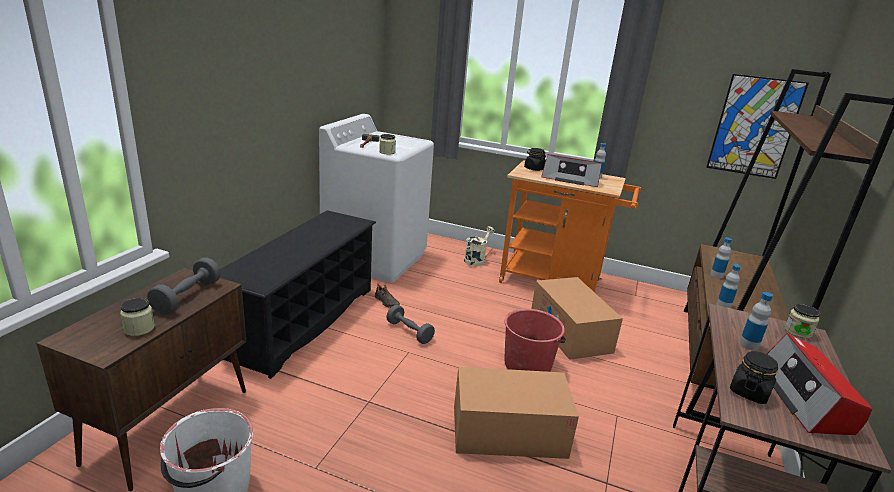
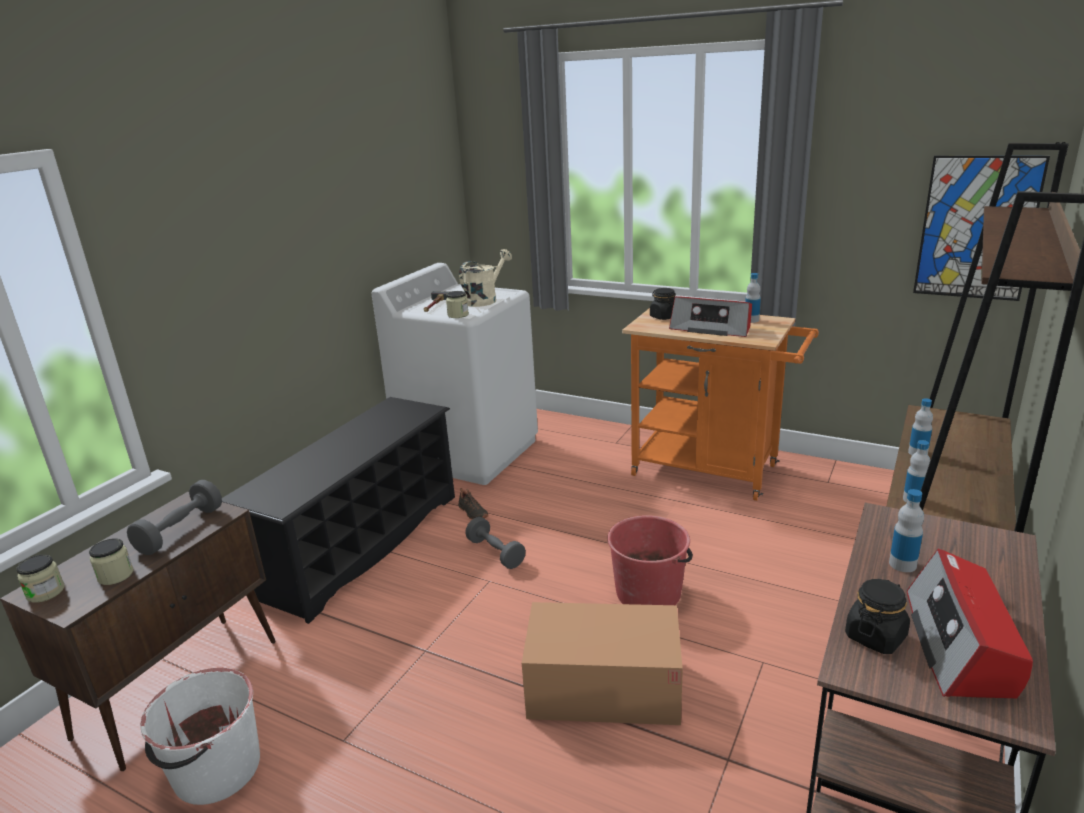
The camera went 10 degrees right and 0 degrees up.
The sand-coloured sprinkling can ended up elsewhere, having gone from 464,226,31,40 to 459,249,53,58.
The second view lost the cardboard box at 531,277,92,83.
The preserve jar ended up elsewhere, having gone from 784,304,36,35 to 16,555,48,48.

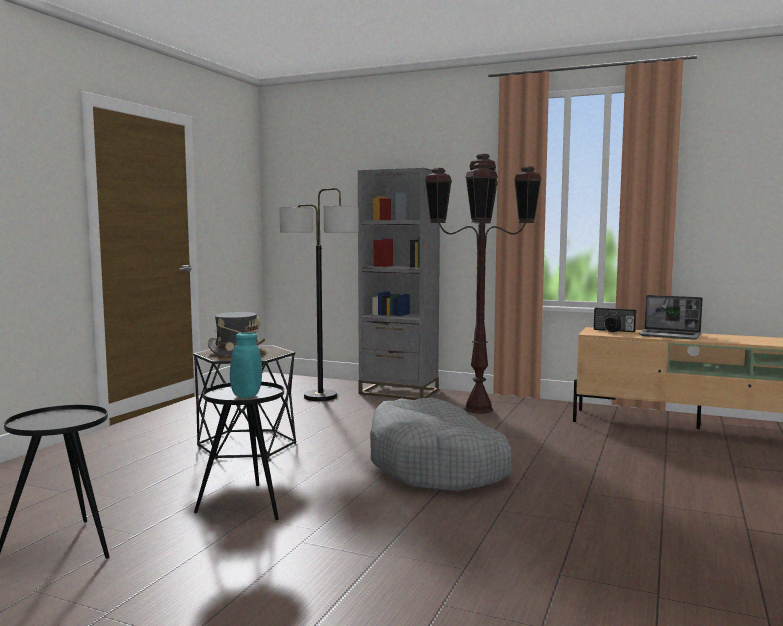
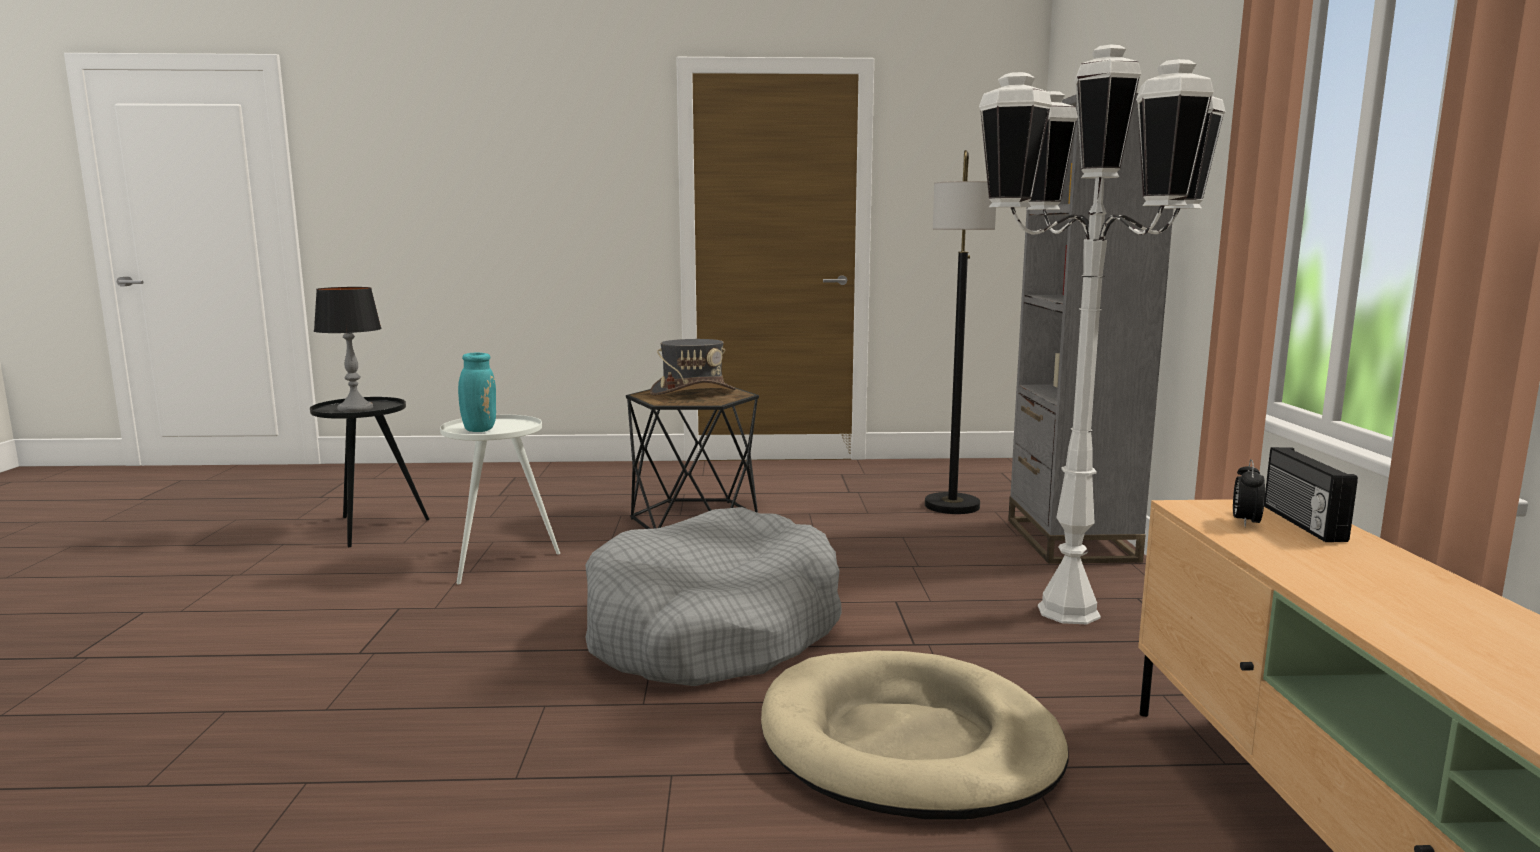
The camera went 65 degrees right and 5 degrees up.
What was the brown-coloured floor lamp at 425,154,116,260 turned into the white floor lamp at 979,44,247,580.
The second view lost the notebook computer at 639,295,64,45.
What was the black-coloured end table at 194,382,90,138 turned into the white end table at 440,415,120,169.
The second view gained the lamp for a table at 314,287,68,125.
The second view gained the sand-coloured dog bed at 761,651,308,168.

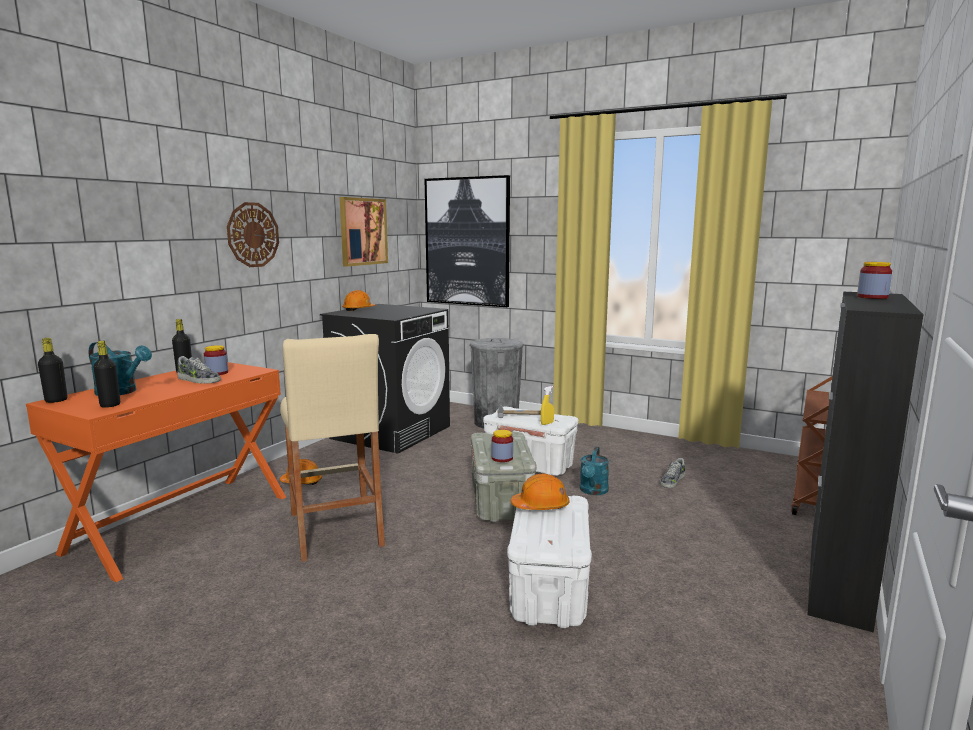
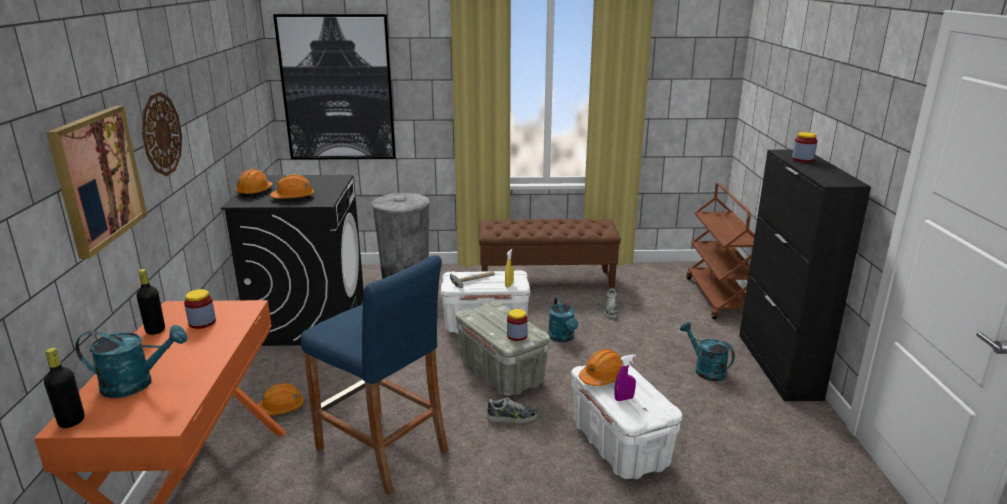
The camera went 30 degrees left and 10 degrees up.
The wall art ended up elsewhere, having gone from 340,197,48,70 to 46,106,101,153.
What was the sand-coloured sitting stool at 280,334,105,228 turned into the blue-coloured sitting stool at 301,255,148,241.
The second view lost the black-coloured bottle at 93,341,27,67.
The item of footwear ended up elsewhere, having gone from 177,356,44,28 to 487,398,51,25.
The second view gained the orange hard hat at 270,174,44,25.
The second view gained the brown-coloured long seat at 479,218,142,71.
The second view gained the turquoise-coloured sprinkling can at 680,322,55,59.
The second view gained the purple spray bottle at 614,354,22,47.

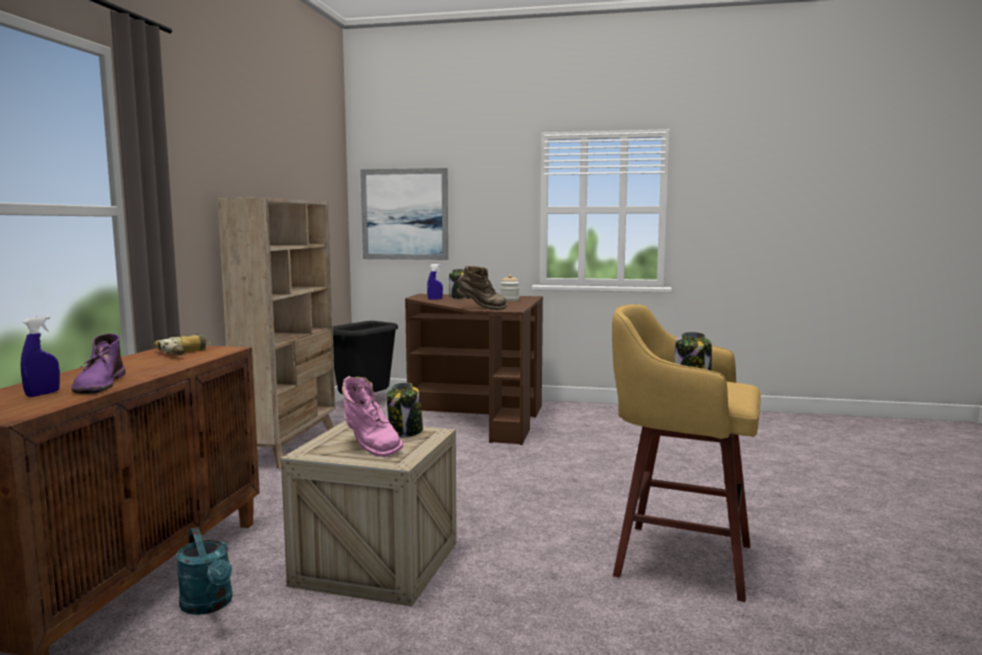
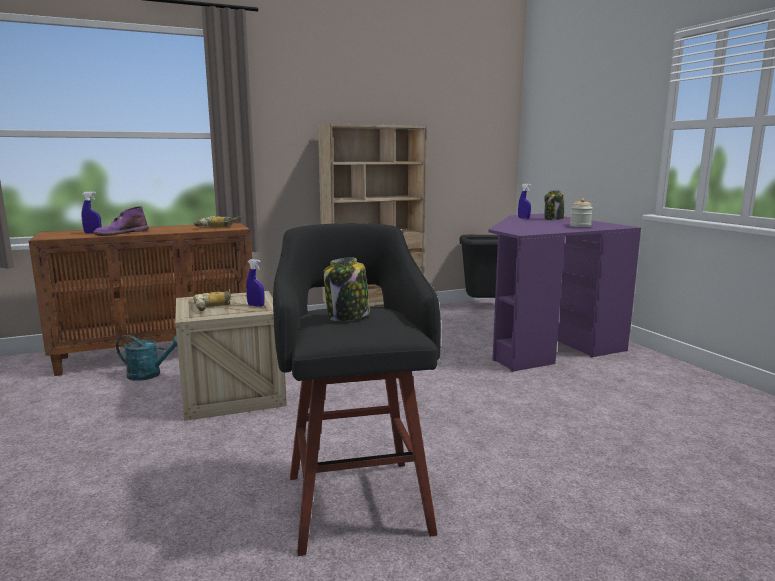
The camera went 55 degrees right and 5 degrees up.
The second view lost the wall art at 360,168,88,92.
The second view lost the brown-coloured tall boot at 457,266,50,44.
What was the brown-coloured desk unit at 405,294,138,151 turned into the purple desk unit at 488,214,153,158.
What was the yellow-coloured sitting stool at 612,304,149,298 turned into the black-coloured sitting stool at 273,223,168,333.
Where the pinkish tall boot stood at 342,376,61,81, the drill came to stand at 193,289,38,22.
Where the preserve jar stood at 387,383,36,55, the blue-coloured spray bottle came to stand at 246,259,19,48.
The turquoise-coloured sprinkling can at 176,527,56,88 ended up facing another way, 105 degrees counterclockwise from before.

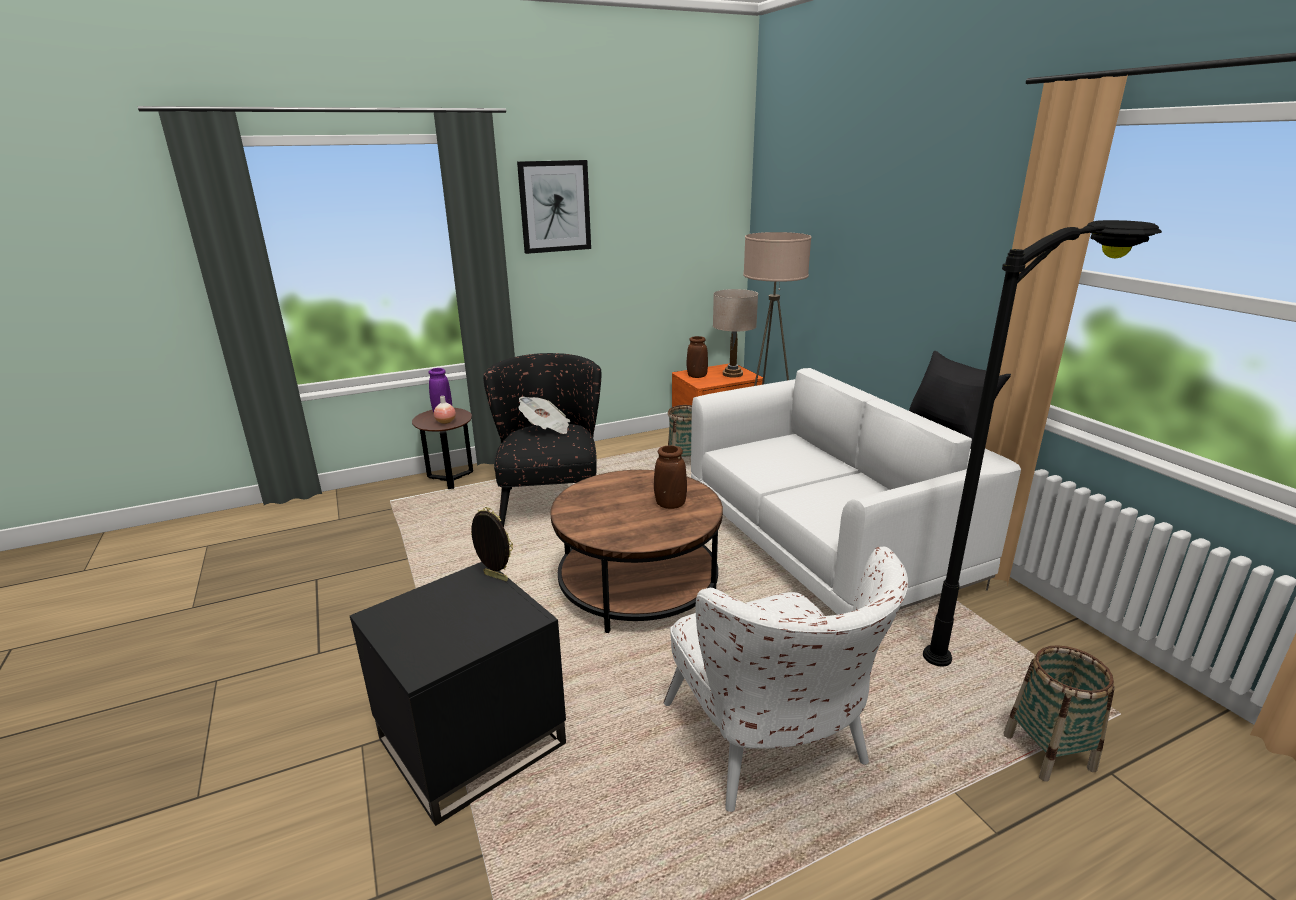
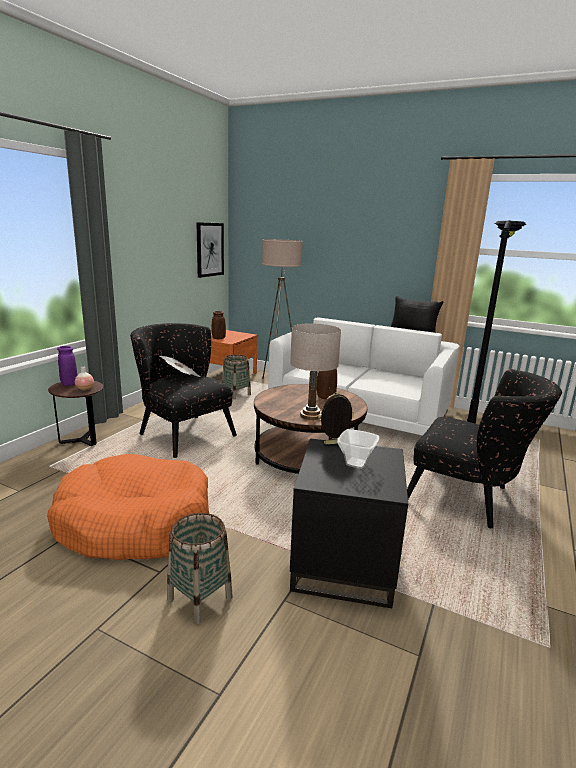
The camera went 40 degrees left and 5 degrees down.
The wall art ended up elsewhere, having gone from 517,160,74,94 to 196,222,28,56.
The sand-coloured lamp for a table ended up elsewhere, having gone from 713,289,45,89 to 290,323,51,97.
What was the white easy chair at 664,547,244,265 turned into the black-coloured easy chair at 407,369,155,159.
The household basket ended up elsewhere, having gone from 1003,646,112,136 to 167,513,66,111.
The second view gained the deep dish at 337,429,42,40.
The second view gained the orange dog bed at 47,454,162,106.

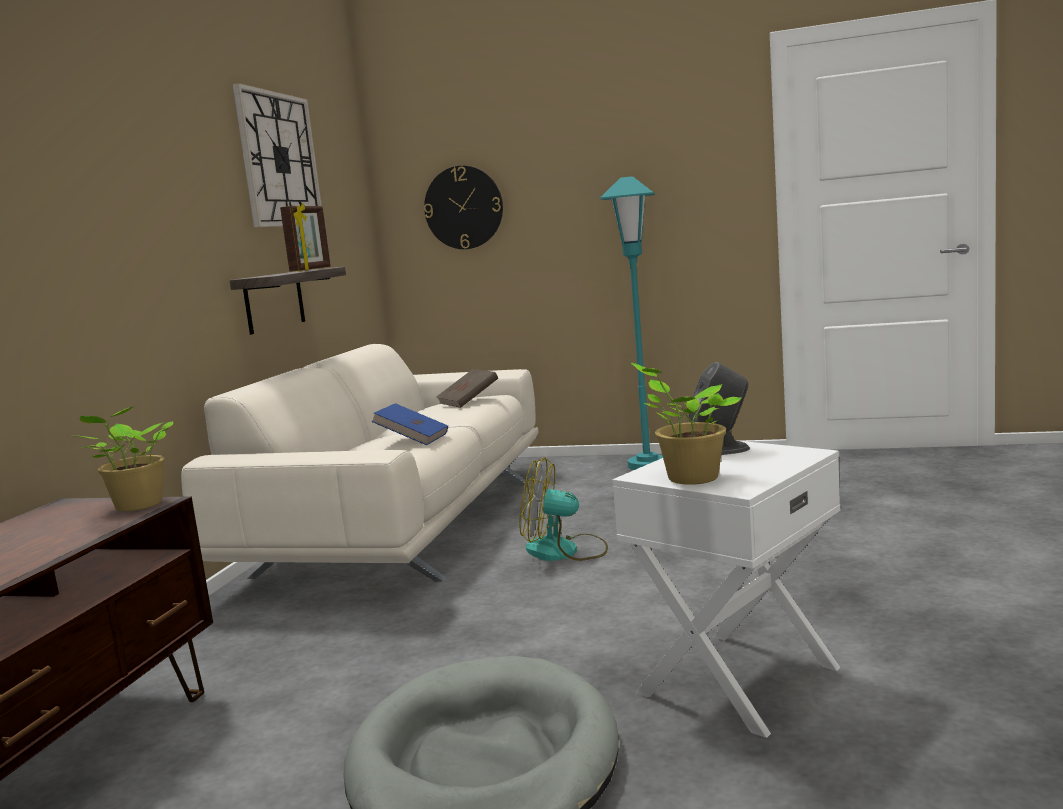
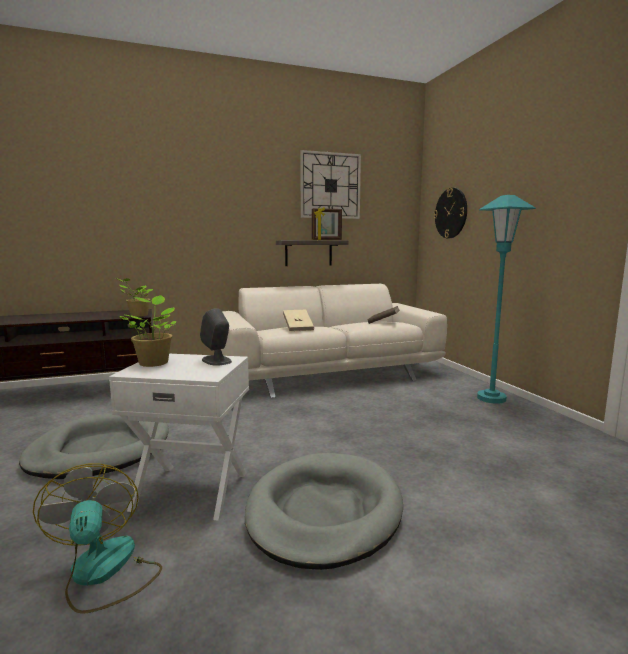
The camera went 55 degrees right and 0 degrees up.
What was the blue-coloured volume at 371,403,77,42 turned into the sand-coloured volume at 283,310,31,22.
The cooling fan ended up elsewhere, having gone from 519,457,89,104 to 33,463,129,151.
The second view gained the grey dog bed at 245,453,158,117.

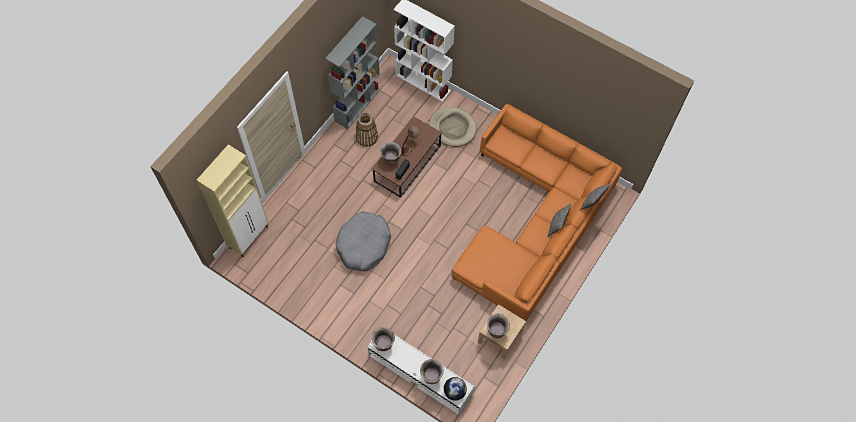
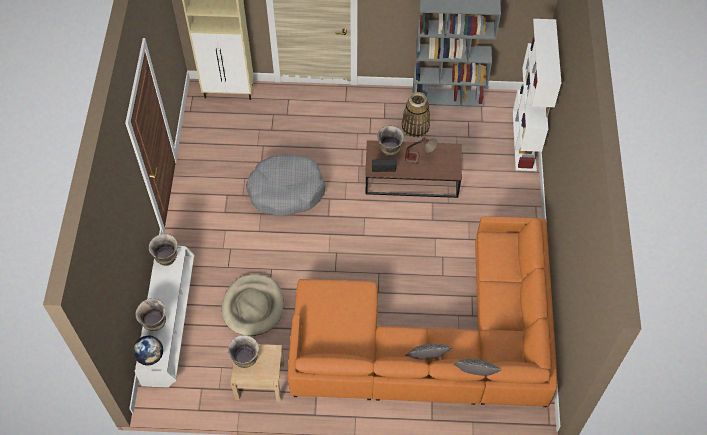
The camera went 60 degrees right and 5 degrees down.
The sand-coloured dog bed ended up elsewhere, having gone from 429,107,48,40 to 222,274,62,62.

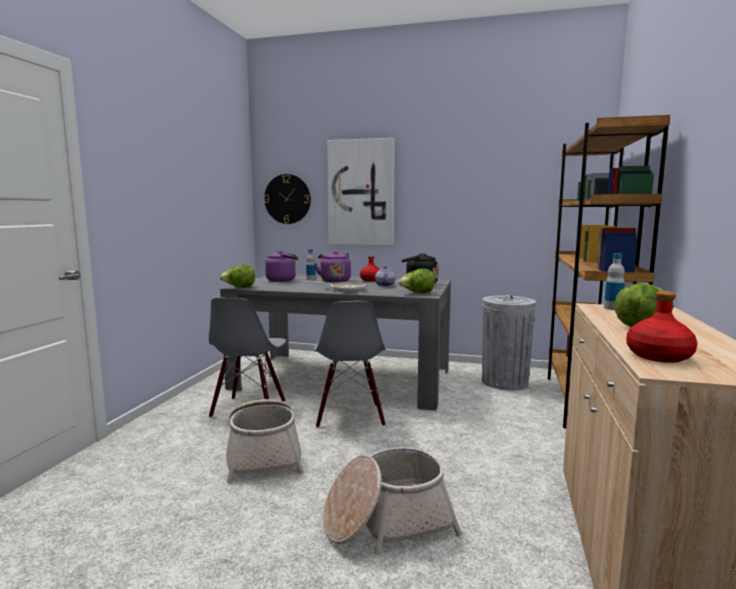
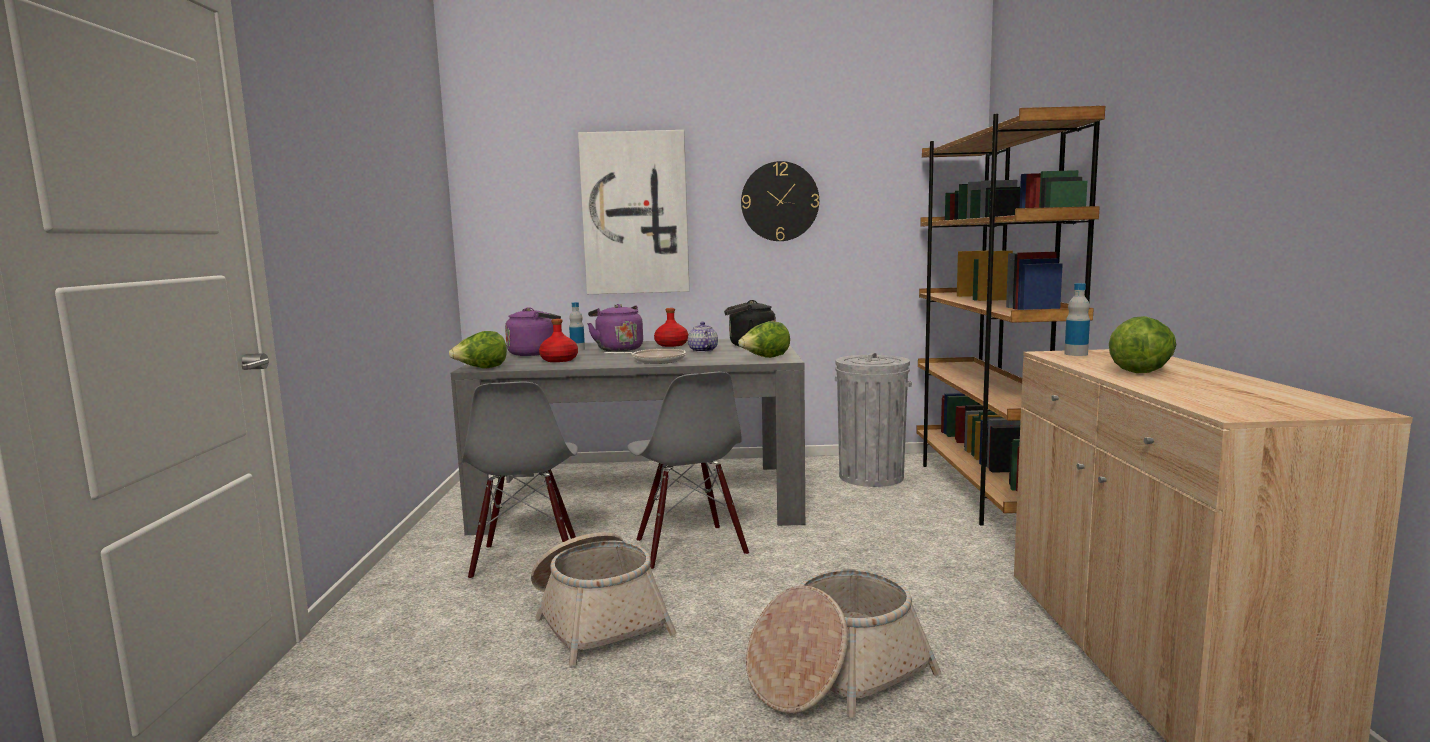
The camera went 15 degrees left and 0 degrees up.
The wall clock ended up elsewhere, having gone from 264,174,47,50 to 741,161,78,80.
The red-coloured bottle ended up elsewhere, having gone from 626,291,71,72 to 539,319,39,43.

